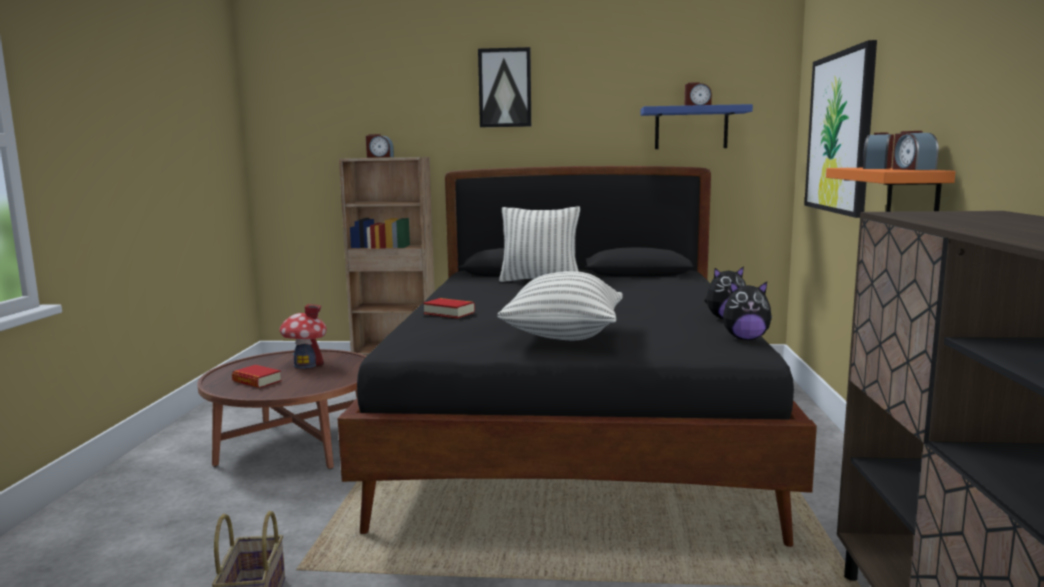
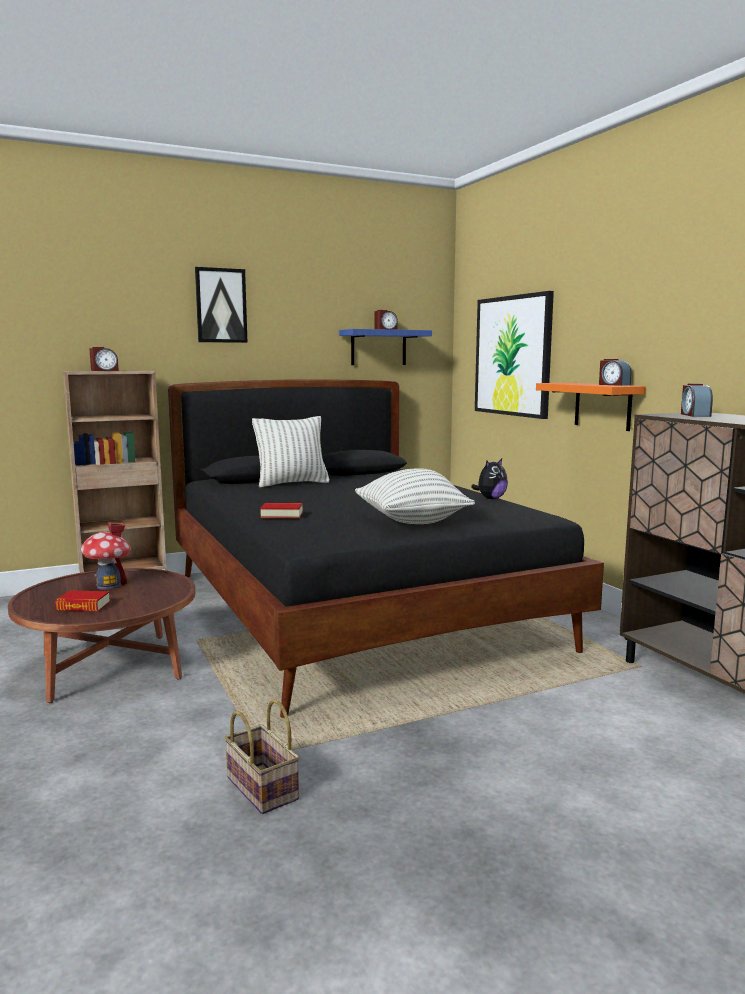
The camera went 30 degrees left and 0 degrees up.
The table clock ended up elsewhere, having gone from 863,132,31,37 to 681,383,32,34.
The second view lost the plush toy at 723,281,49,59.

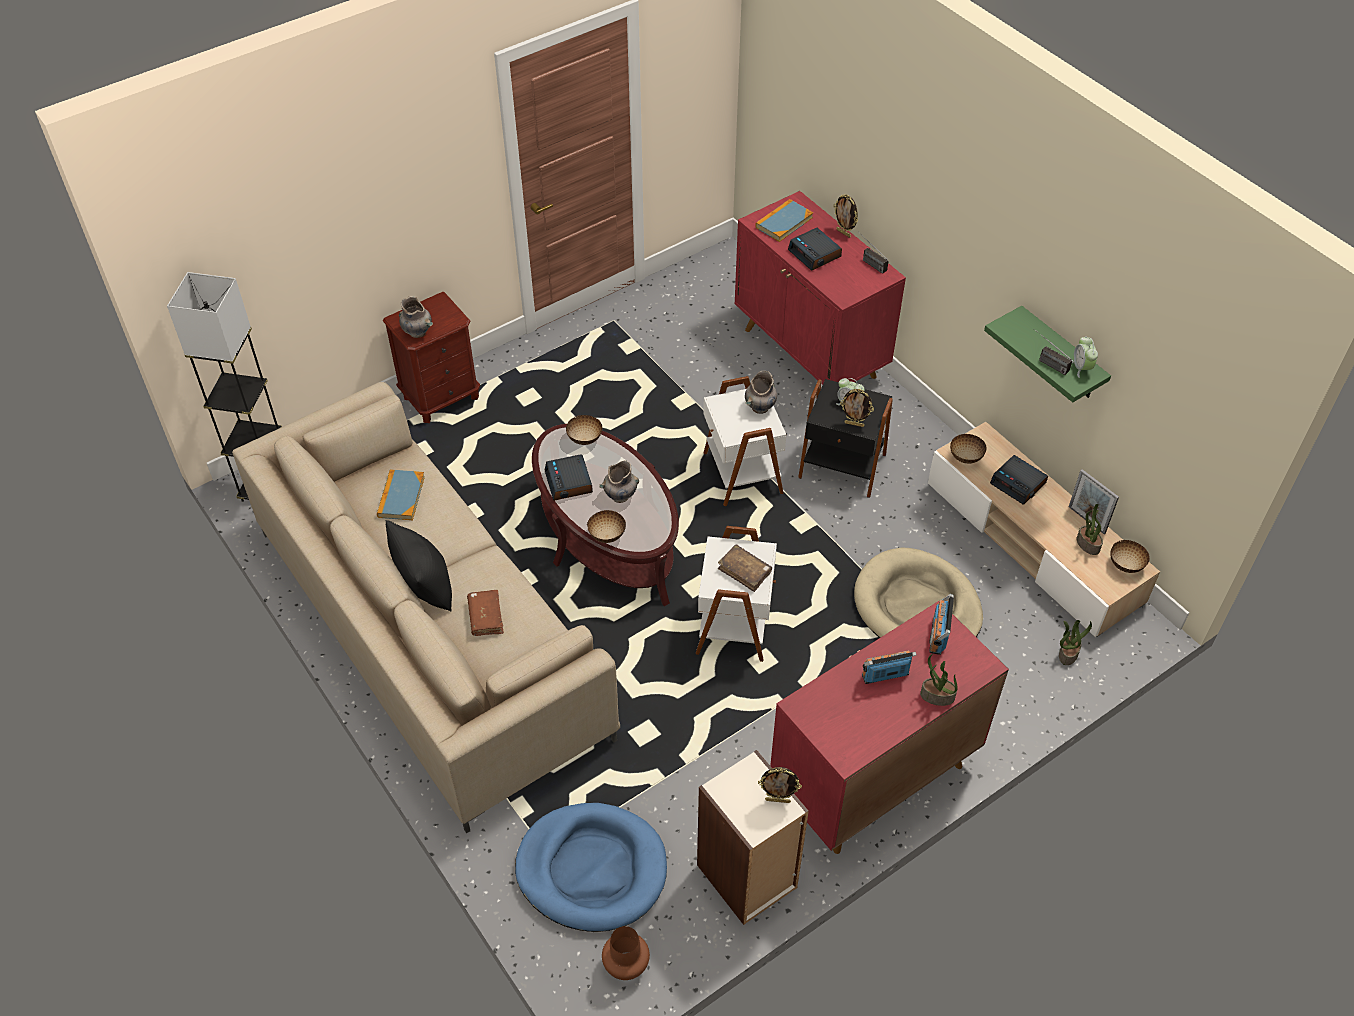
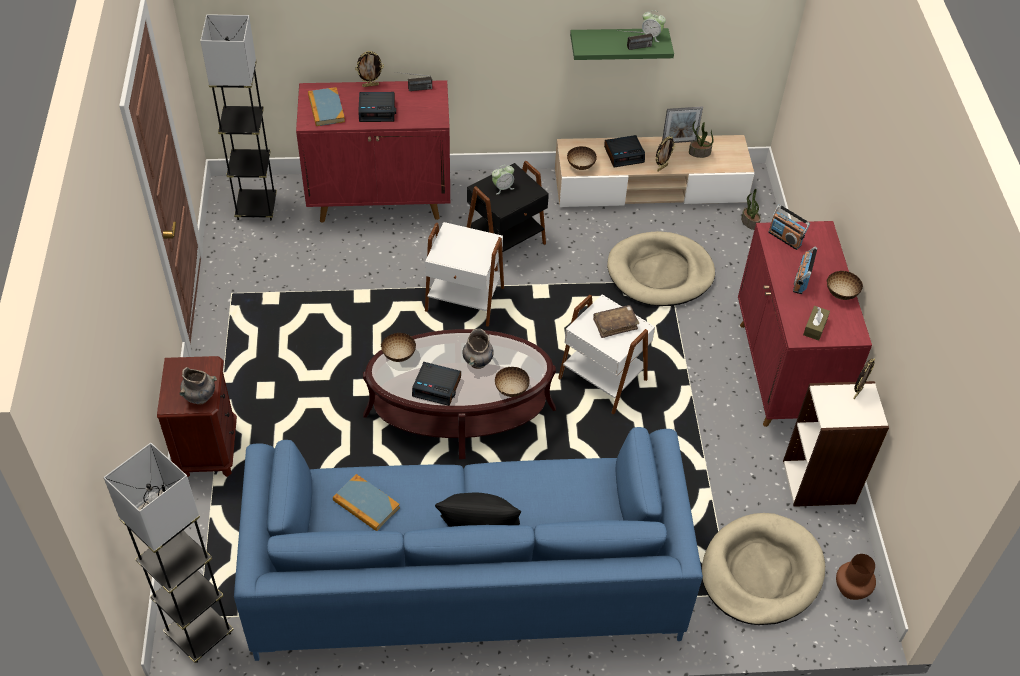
The camera went 60 degrees left and 0 degrees up.
The second view lost the grey vase at 745,371,32,43.
What was the sand-coloured couch at 232,382,388,451 turned into the blue-coloured couch at 234,427,469,234.
The standing frame ended up elsewhere, having gone from 840,389,34,38 to 656,137,19,35.
The deep dish ended up elsewhere, having gone from 1110,540,40,33 to 826,271,37,29.
The second view lost the brown-coloured volume at 467,590,37,46.
The second view lost the potted plant at 920,654,38,52.
What was the blue-coloured dog bed at 515,803,152,129 turned into the sand-coloured dog bed at 702,513,123,112.
The second view gained the grey floor lamp at 200,14,77,206.
The second view gained the brown-coloured box of tissues at 803,306,27,35.

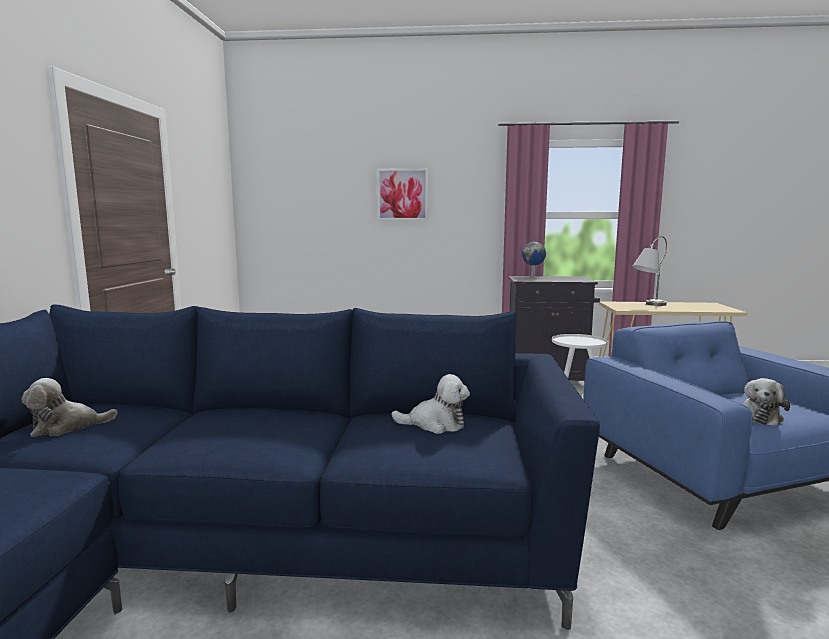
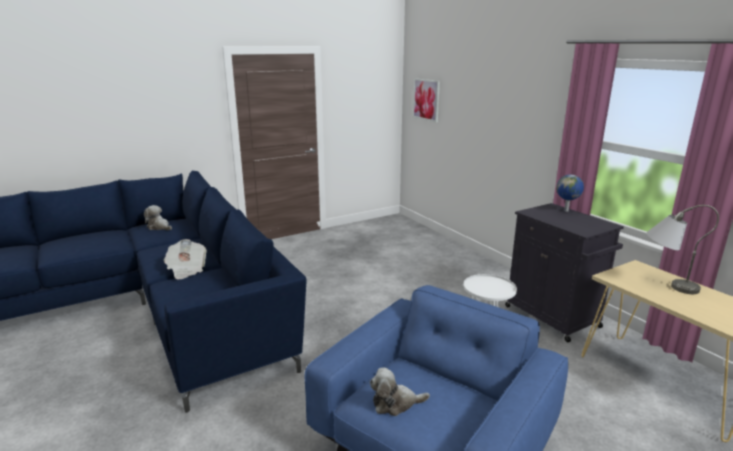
The camera went 55 degrees right and 10 degrees up.
The wall art ended up elsewhere, having gone from 377,168,51,52 to 413,78,27,44.
The second view lost the plush toy at 391,374,79,60.
The second view gained the newspaper at 164,239,43,41.

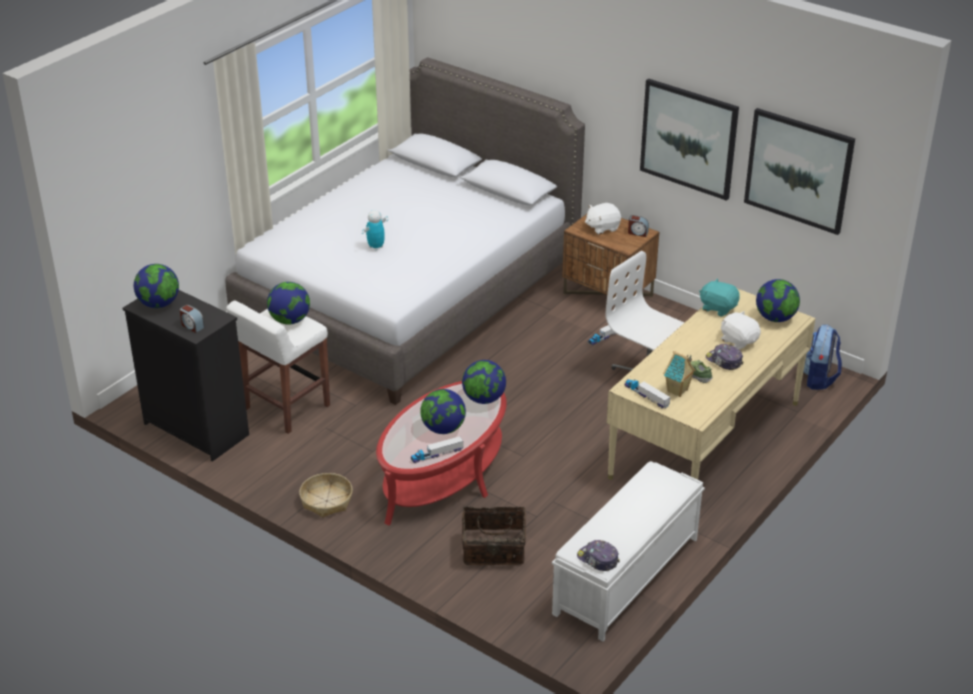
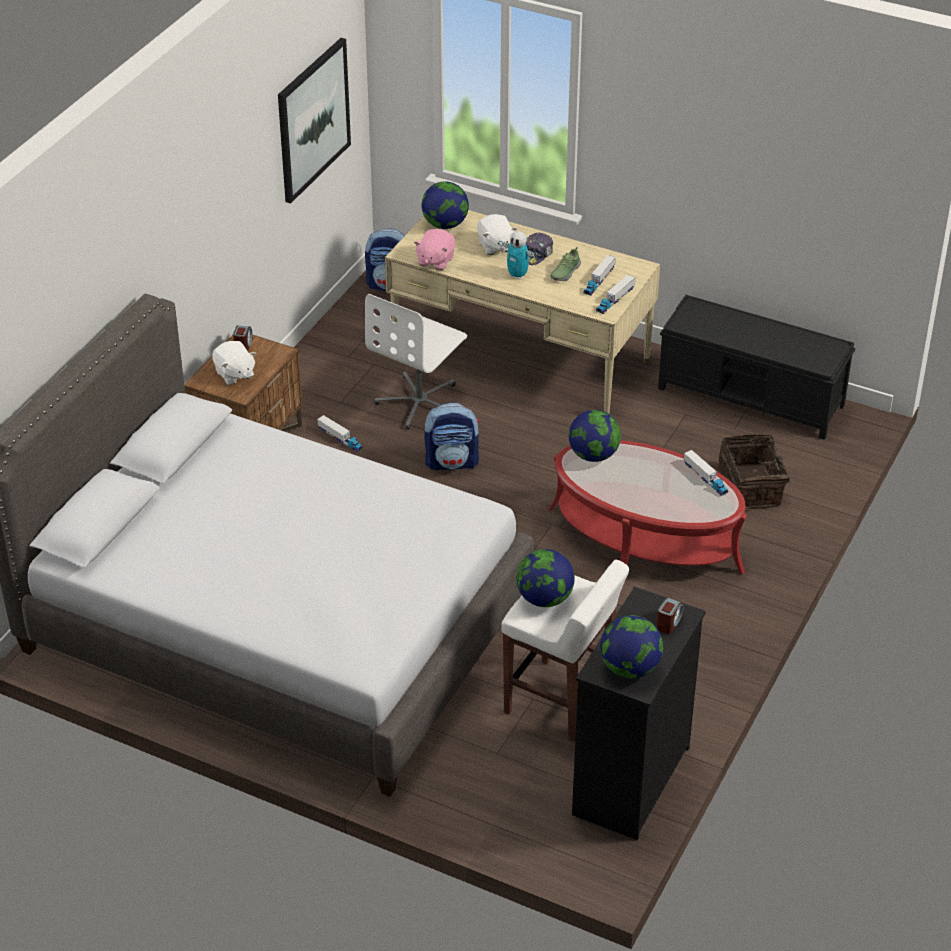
The camera went 100 degrees left and 5 degrees up.
The second view lost the wall art at 640,79,99,122.
The robot figure ended up elsewhere, having gone from 362,210,26,40 to 499,231,39,49.
What was the turquoise-coloured plush toy at 699,278,41,39 turned into the pinkish plush toy at 414,229,41,42.
The white plush toy at 721,311,40,38 ended up facing another way, 60 degrees counterclockwise from before.
Where the model house stood at 663,351,33,46, the toy truck came to stand at 583,255,33,41.
The second view lost the globe at 420,389,46,45.
What was the white long seat at 552,461,153,181 turned into the black-coloured long seat at 658,295,197,145.
The second view lost the household basket at 299,473,54,45.
The second view lost the baseball cap at 577,540,43,31.
The second view gained the rucksack at 424,403,56,67.

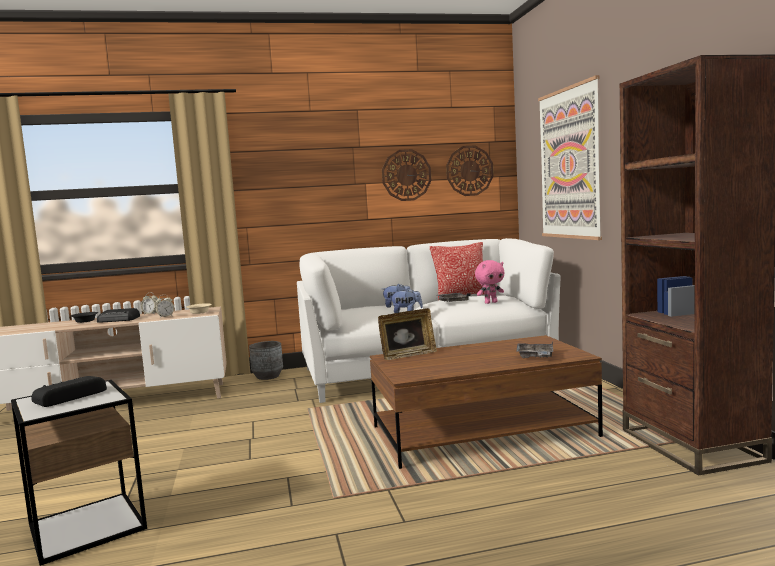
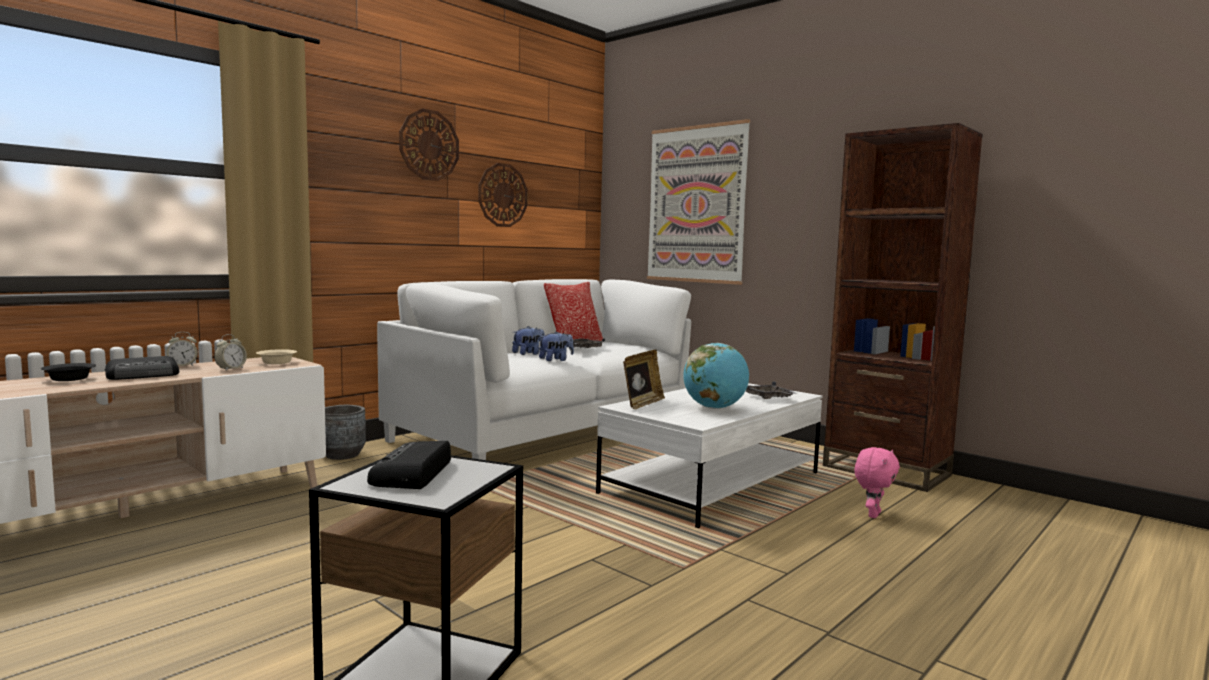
The camera went 35 degrees left and 0 degrees up.
The wall clock ended up elsewhere, having gone from 446,146,48,50 to 399,108,60,73.
The pinkish plush toy ended up elsewhere, having gone from 475,260,29,44 to 854,447,46,71.
What was the brown-coloured coffee table at 370,335,233,134 turned into the white coffee table at 596,383,226,145.
The second view gained the globe at 683,343,66,66.

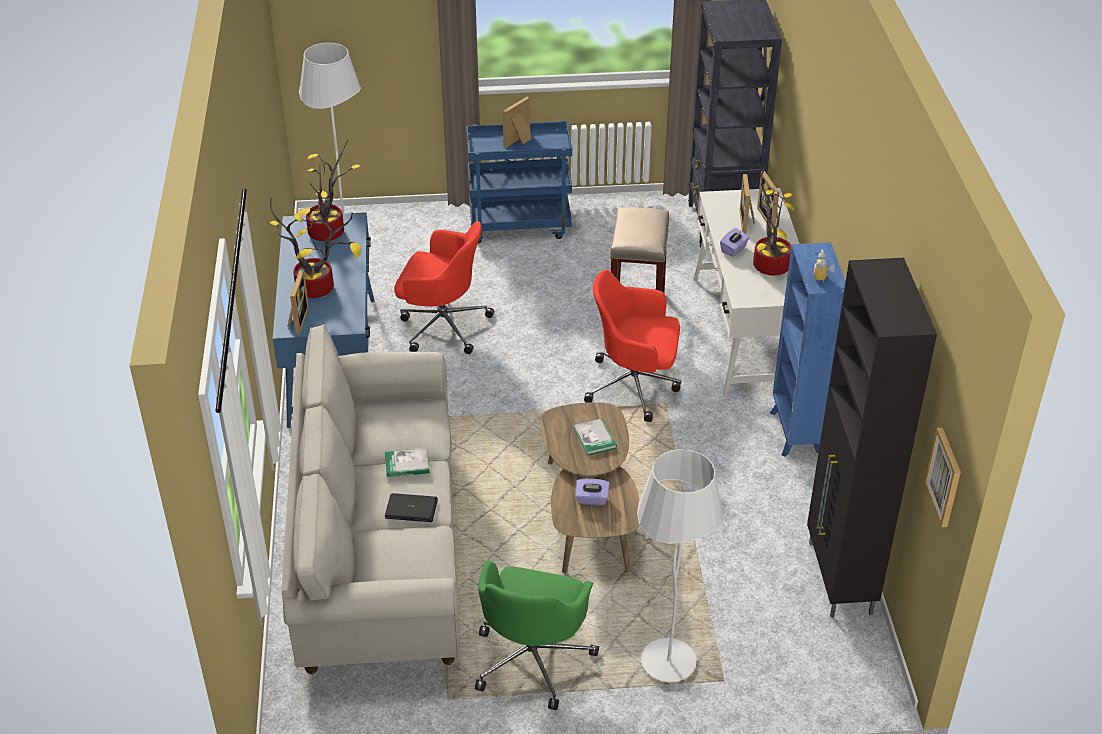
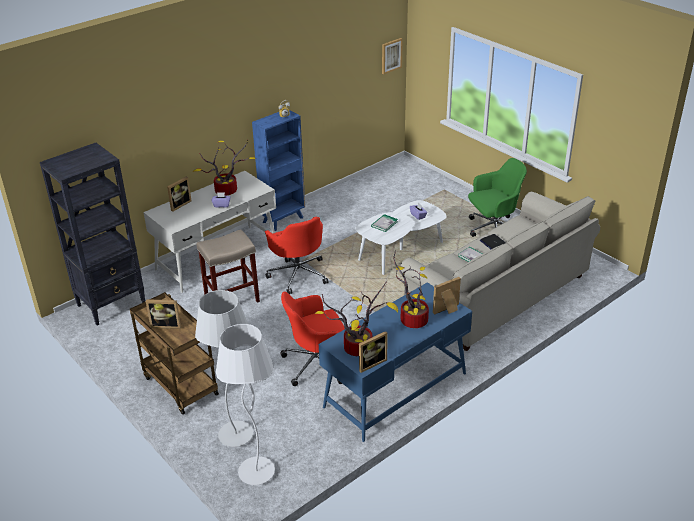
The camera went 125 degrees left and 5 degrees down.
What was the blue-coloured trolley at 466,121,106,123 turned into the brown-coloured trolley at 130,292,89,123.
The standing frame ended up elsewhere, having gone from 739,174,16,60 to 359,331,29,42.
The red-coloured computer chair at 394,221,100,133 ended up facing another way, 90 degrees counterclockwise from before.
The second view lost the black-coloured storage cabinet at 807,258,130,360.
What was the brown-coloured coffee table at 541,402,99,171 turned into the white coffee table at 355,200,92,75.
The white floor lamp ended up elsewhere, having gone from 637,449,87,234 to 195,290,58,157.

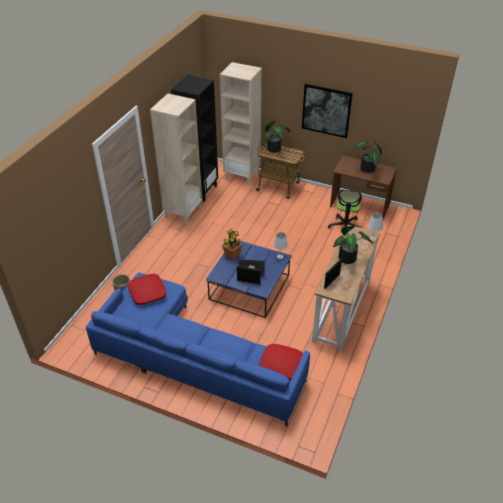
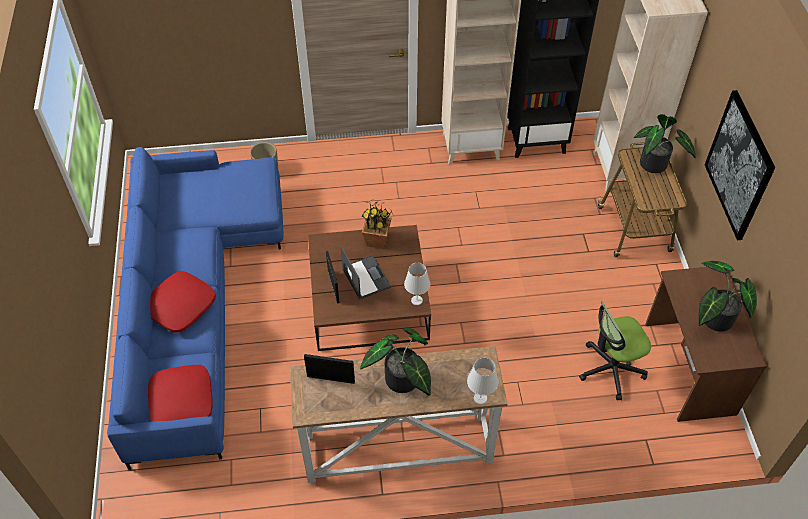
The camera went 60 degrees right and 10 degrees up.
What was the blue-coloured coffee table at 206,239,86,79 turned into the brown-coloured coffee table at 308,225,123,126.
The red-coloured cushion ended up elsewhere, having gone from 128,274,38,31 to 150,271,66,62.

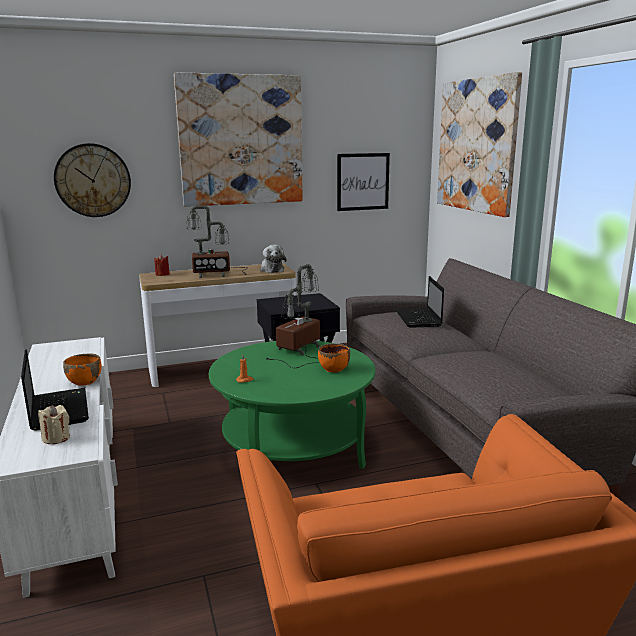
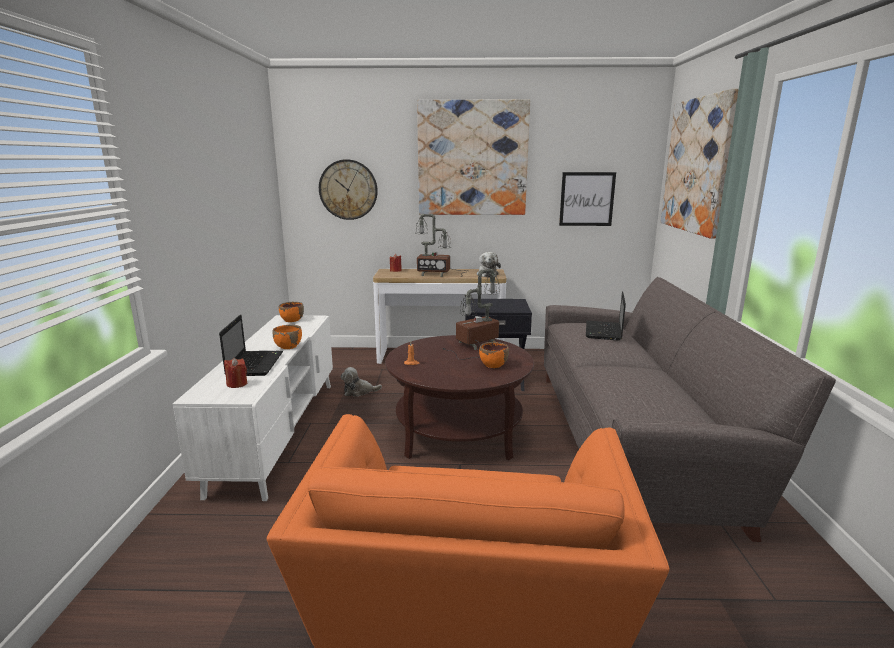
The camera went 20 degrees right and 0 degrees up.
What was the green coffee table at 209,341,166,128 turned into the brown-coloured coffee table at 385,335,149,125.
What was the sand-coloured wax light at 38,405,32,39 turned into the red-coloured wax light at 224,358,23,30.
The second view gained the orange deep dish at 279,302,25,20.
The second view gained the plush toy at 341,367,41,30.

